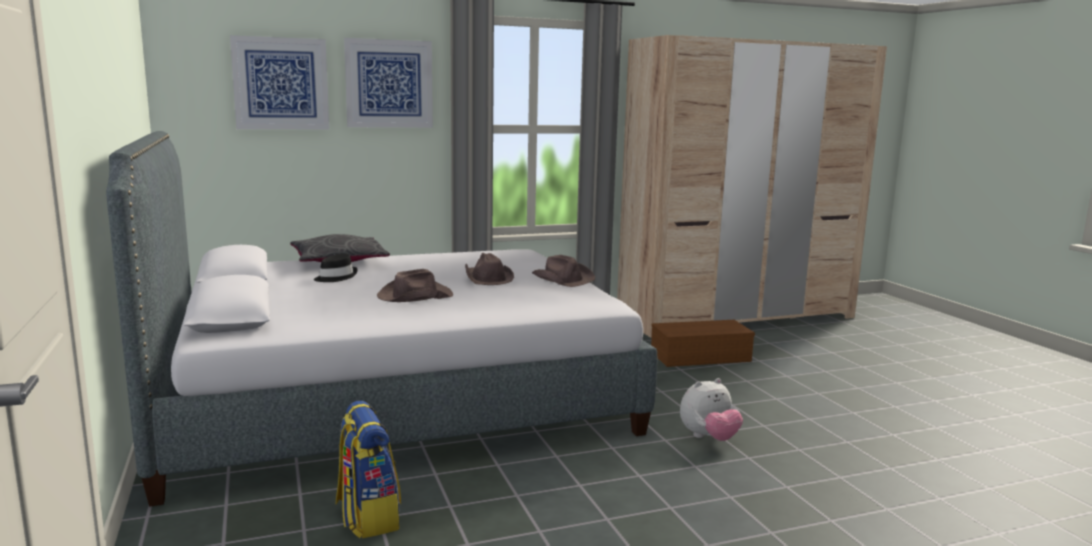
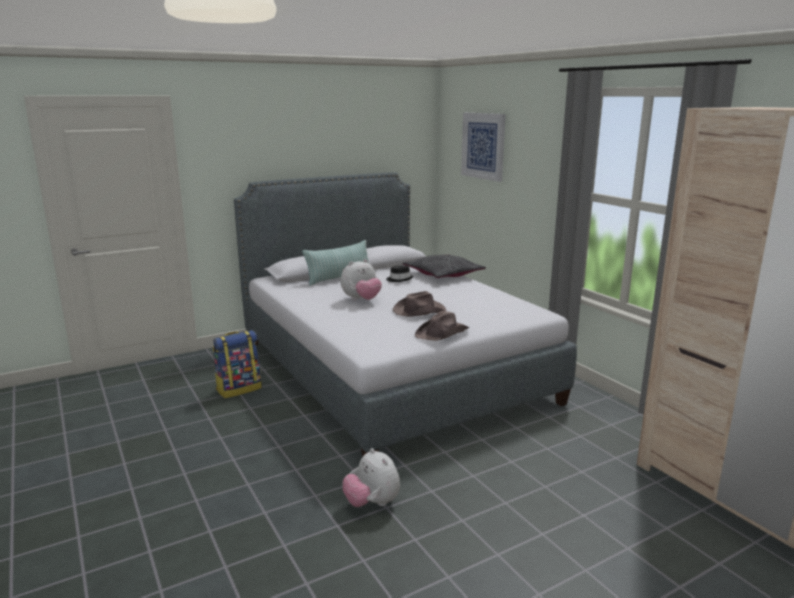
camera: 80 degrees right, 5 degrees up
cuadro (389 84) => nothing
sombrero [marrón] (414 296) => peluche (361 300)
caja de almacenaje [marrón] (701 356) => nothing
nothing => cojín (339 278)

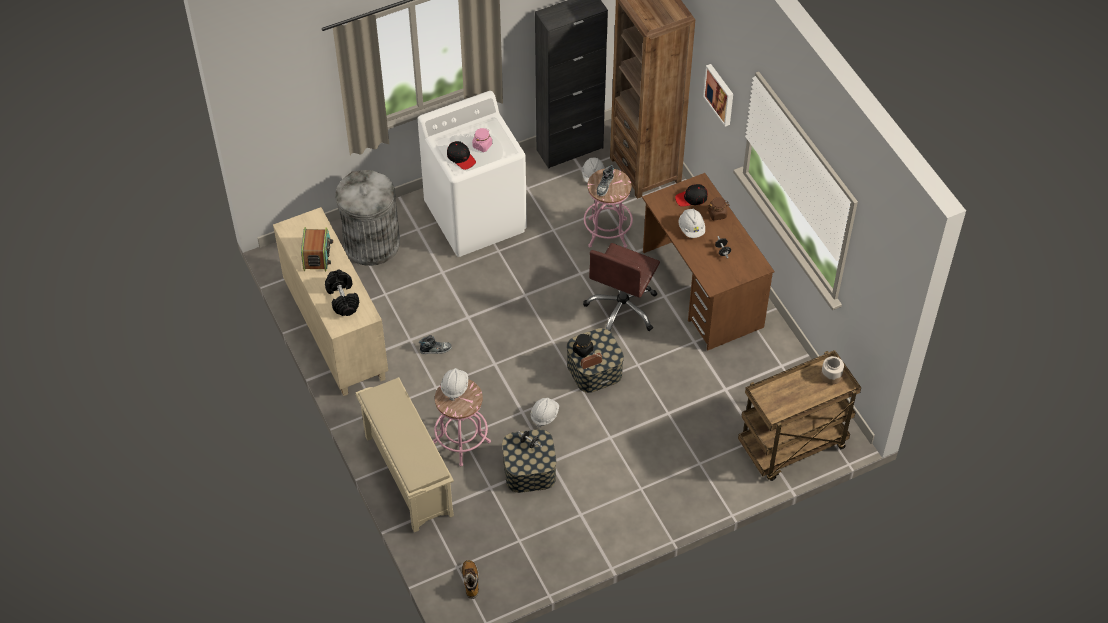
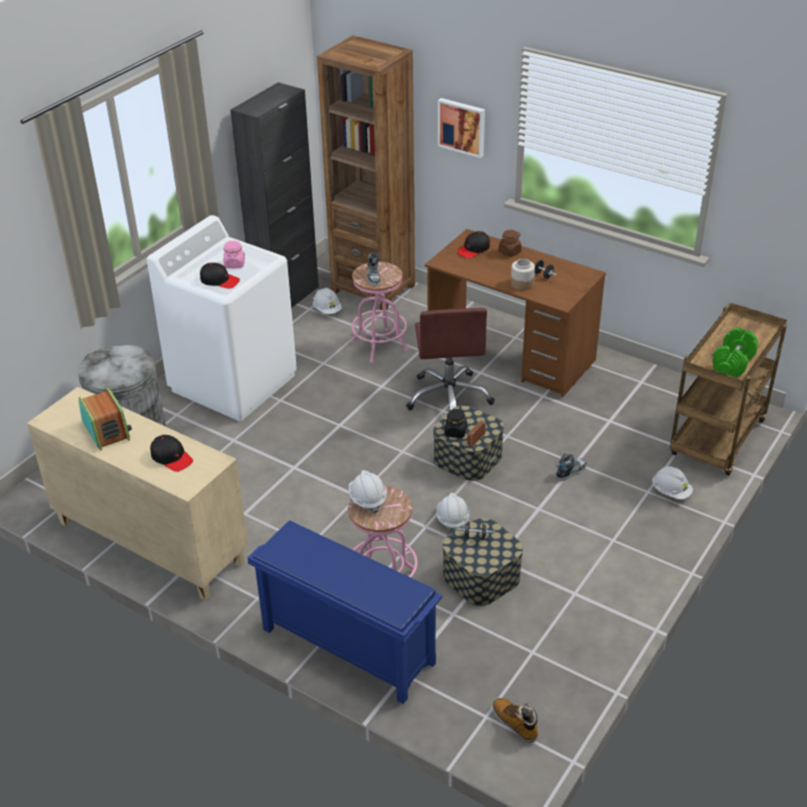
camera: 30 degrees left, 15 degrees down
casco [blanco] (691 228) => casco [blanco] (671 492), moved
mancuerna [negro] (343 299) => gorra [negro] (171 458)
zapato (435 349) => zapato (571 471), moved
tarro (831 375) => tarro (521 284), moved
zapatero [beis] (407 475) => zapatero [azul] (346 646)
nothing => mancuerna [verde] (733 362)

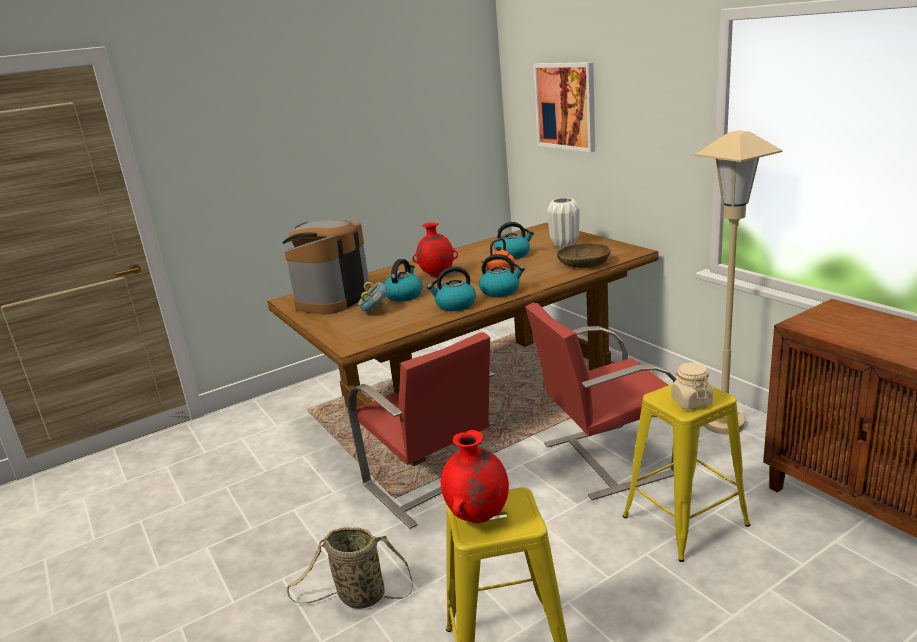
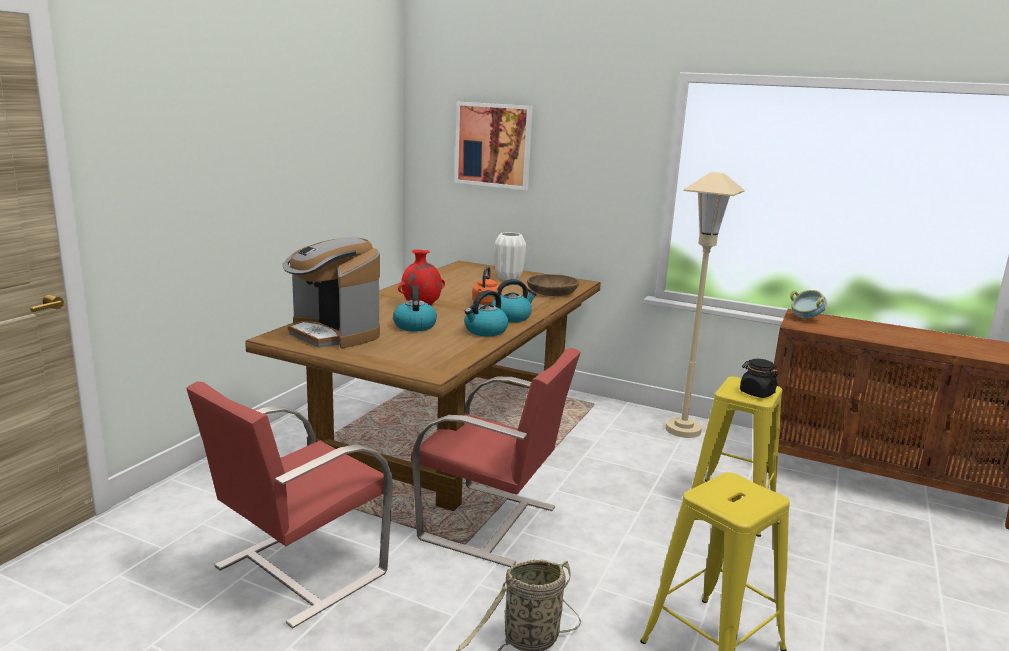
camera: 35 degrees left, 5 degrees down
cafetera (332 299) => cafetera (334 334), 45 degrees counterclockwise
hervidor (513 254) => nothing
cuenco (374 311) => cuenco (805 319), moved
silla [rojo] (604 459) => silla [rojo] (297 571), moved
tarro [beis] (691 402) => tarro [negro] (756 393)
florero [rojo] (478 517) => nothing

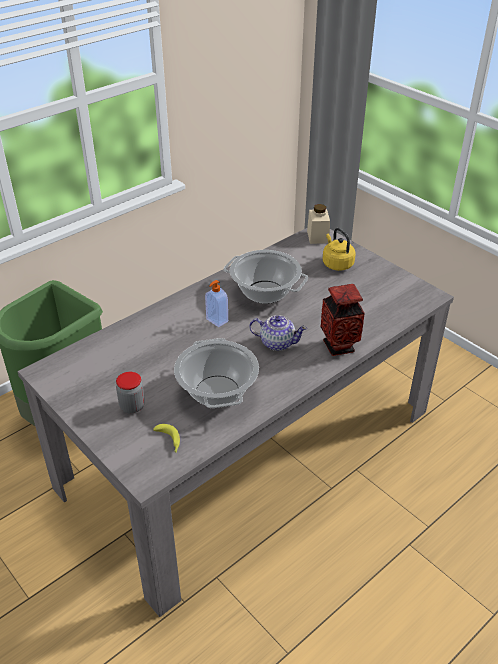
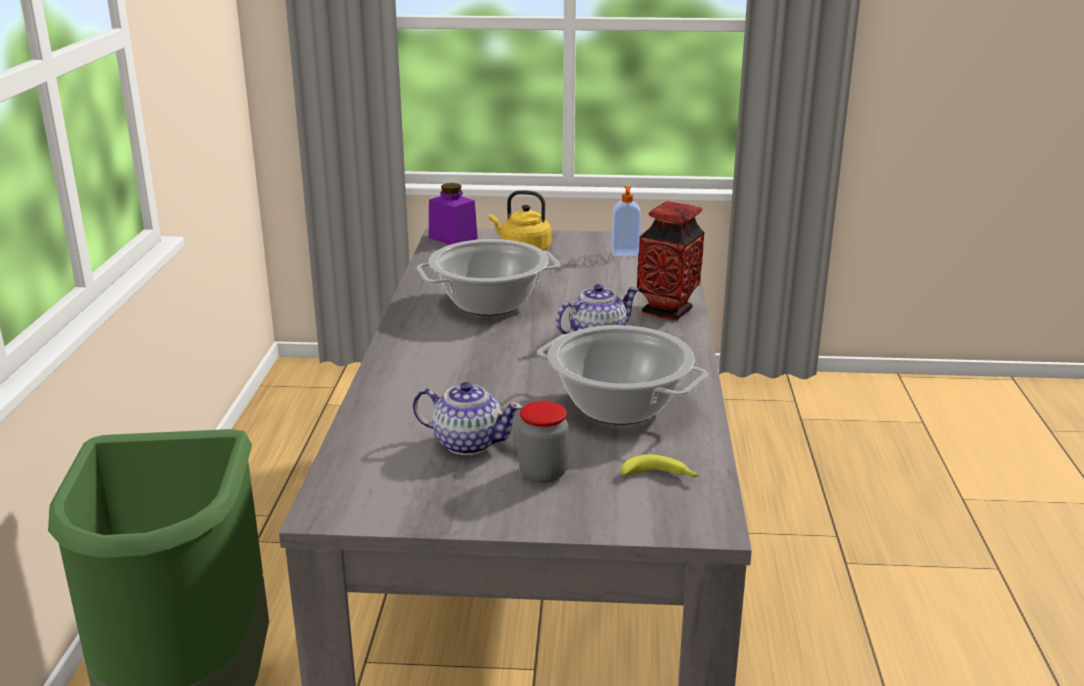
camera: 45 degrees left, 15 degrees down
tarro [beis] (318 236) => tarro [morado] (453 238)
dispensador de jabón (216 321) => dispensador de jabón (625 253), moved
nothing => tetera (467 443)

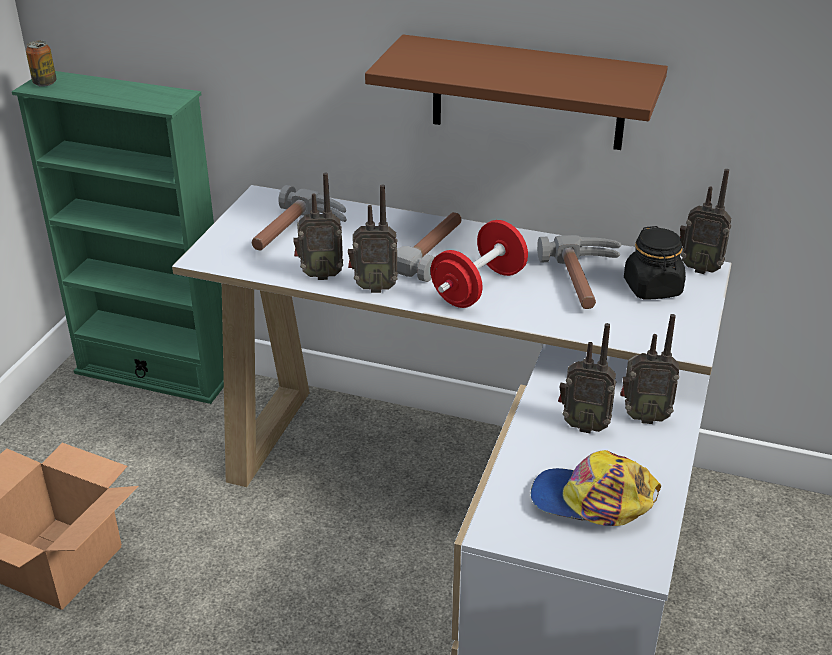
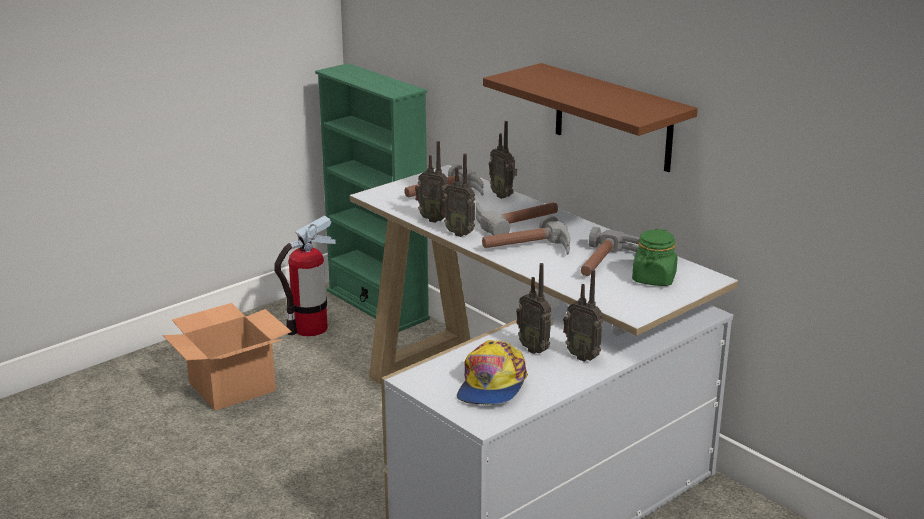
camera: 30 degrees right, 10 degrees down
lata (45 83) => nothing
radio (699 268) => radio (503 195), moved
mancuerna [rojo] (478 288) => martillo (529 249)
tarro [negro] (652 288) => tarro [verde] (654 279)
gorra (592 501) => gorra (491 385), 120 degrees counterclockwise
nothing => extintor (310 328)

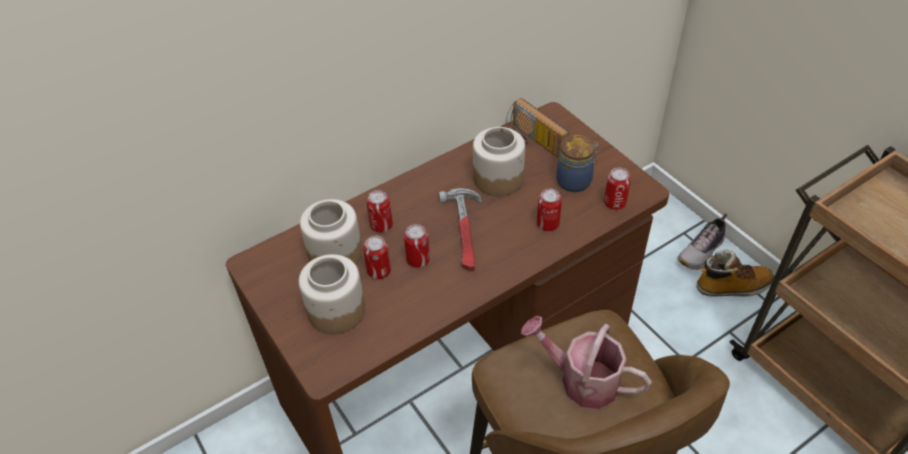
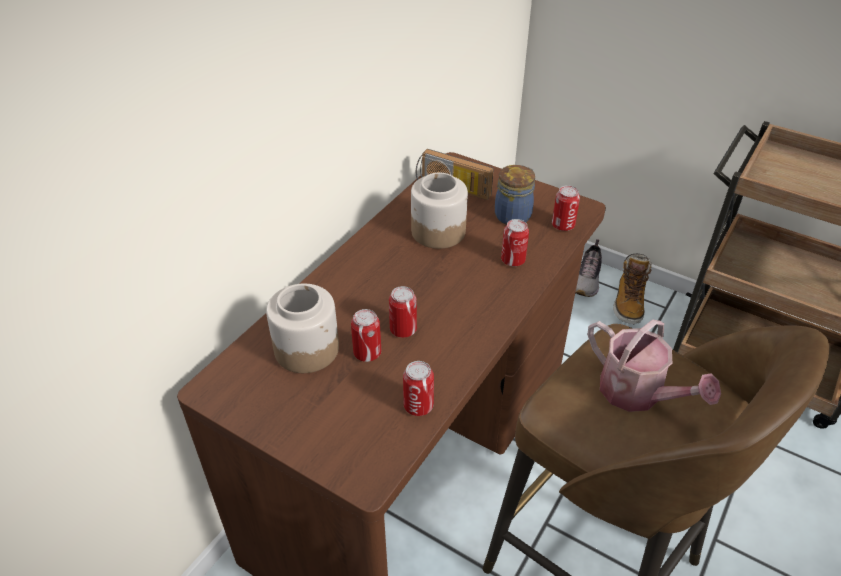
camera: 25 degrees left, 5 degrees down
martillo (465 232) => nothing
lata (381 225) => lata (418 406), moved
bota (732 286) => bota (628 302), 135 degrees clockwise
tarro (335 310) => nothing
regadera (581 380) => regadera (638 394), 135 degrees counterclockwise

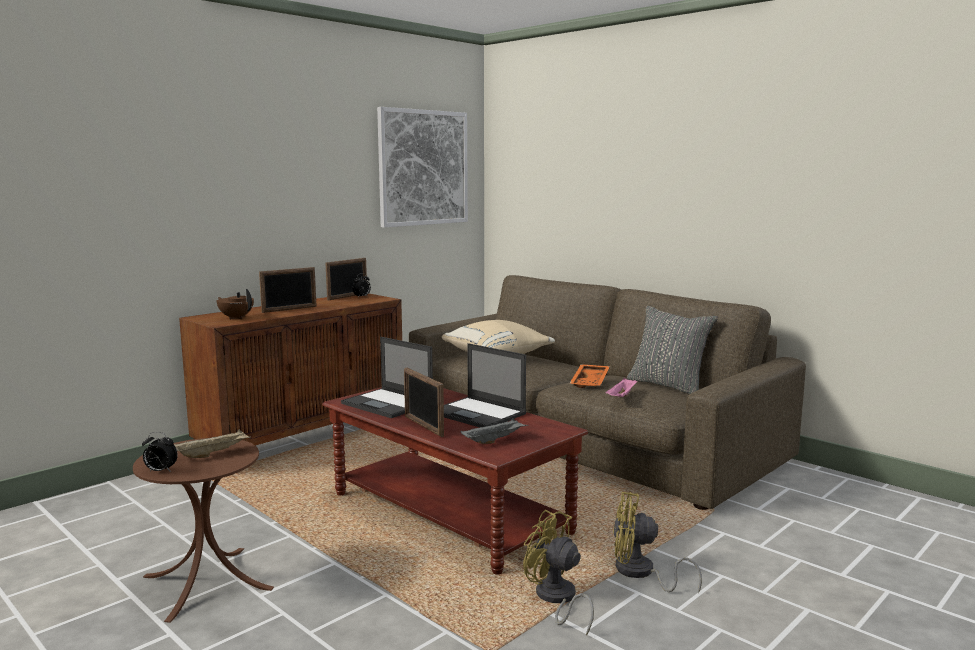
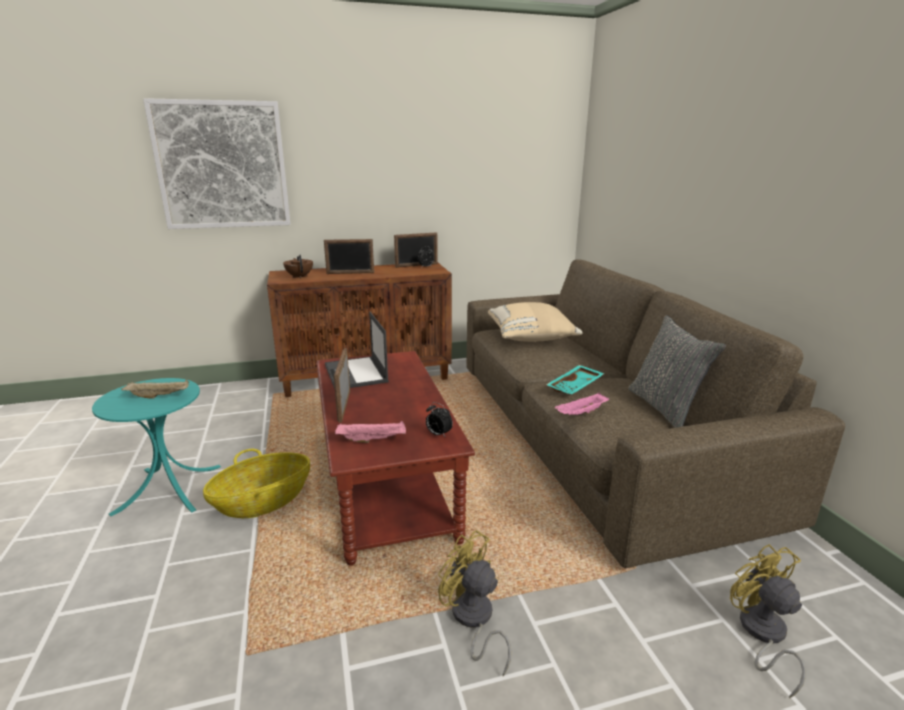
camera: 30 degrees right, 10 degrees up
cuadro (423 168) => cuadro (222 165), moved
portátil (479 413) => nothing
bandeja [naranja] (591 382) => bandeja [turquesa] (575 387)
bandeja [gris] (494 440) => bandeja [rosa] (373 440)
despertador (160 471) => despertador (438 434), moved
mesa auxiliar [marrón] (207 582) => mesa auxiliar [turquesa] (168 489)
ventilador [amarillo] (556 600) => ventilador [amarillo] (761 634), moved
nothing => cesta (263 501)

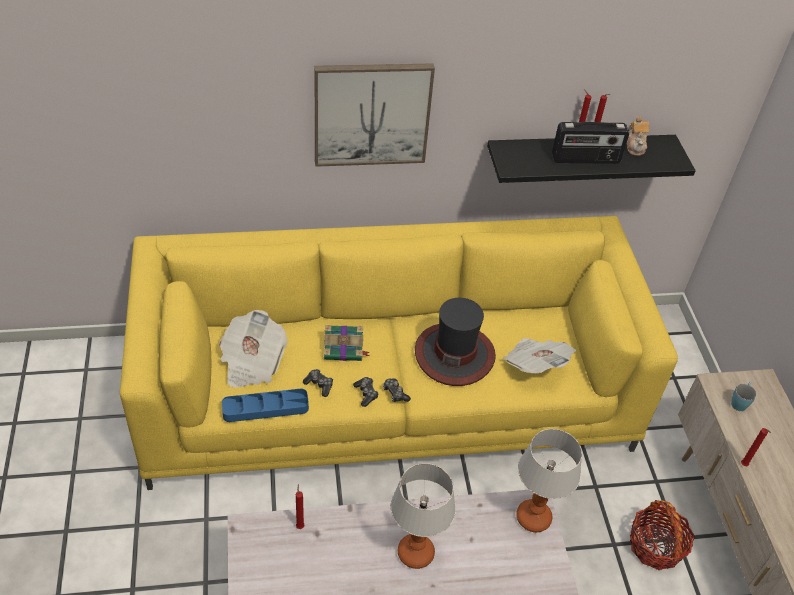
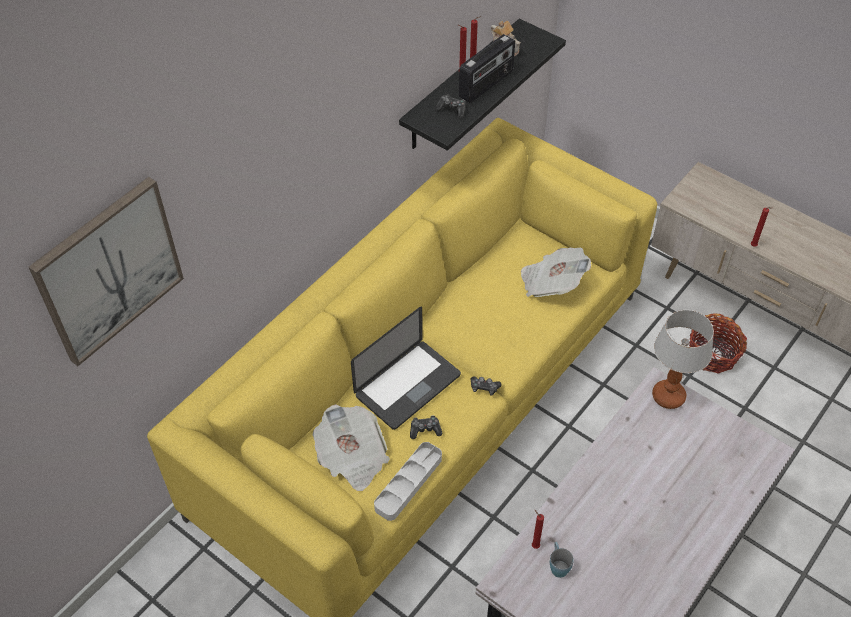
camera: 40 degrees left, 5 degrees up
cuadro (371 114) => cuadro (108 270), moved
sombrero (454 354) => nothing
libro (344 349) => portátil (407 385)
mando de consola (366 394) => mando de consola (451 110), moved
taza grande [azul] (739 402) => taza grande [azul] (558 565), moved
bandeja [azul] (265 408) => bandeja [gris] (408 483)
lámpara de mesa (415 552) => nothing

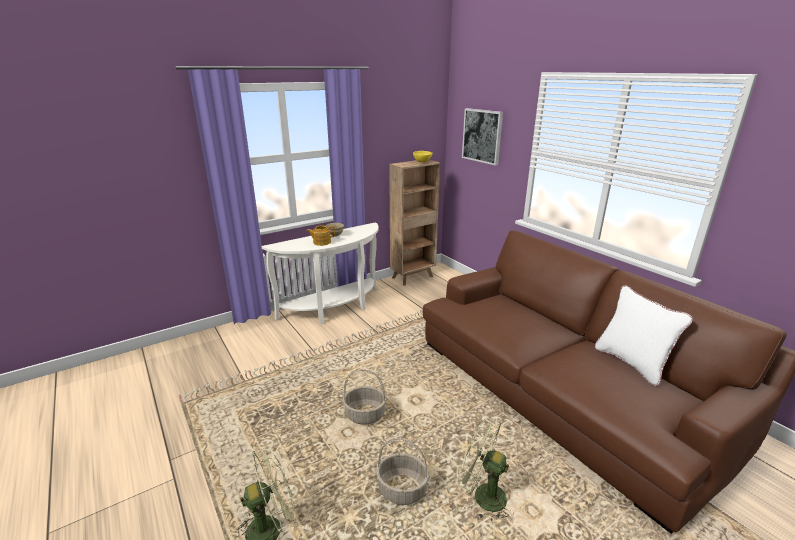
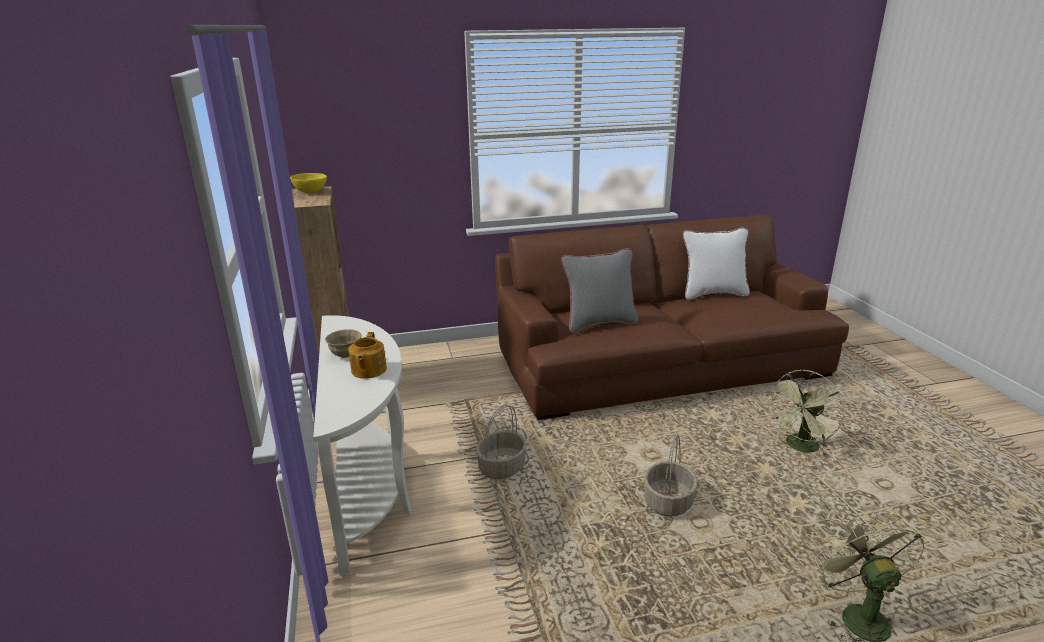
camera: 70 degrees left, 0 degrees up
cuadro (482 136) => nothing
cesta (402 489) => cesta (501 467), moved
nothing => cojín [gris] (599 323)

